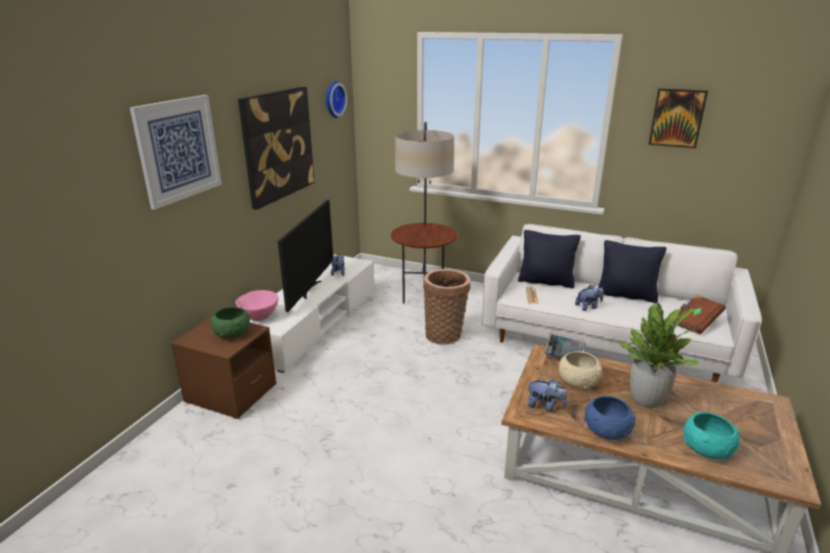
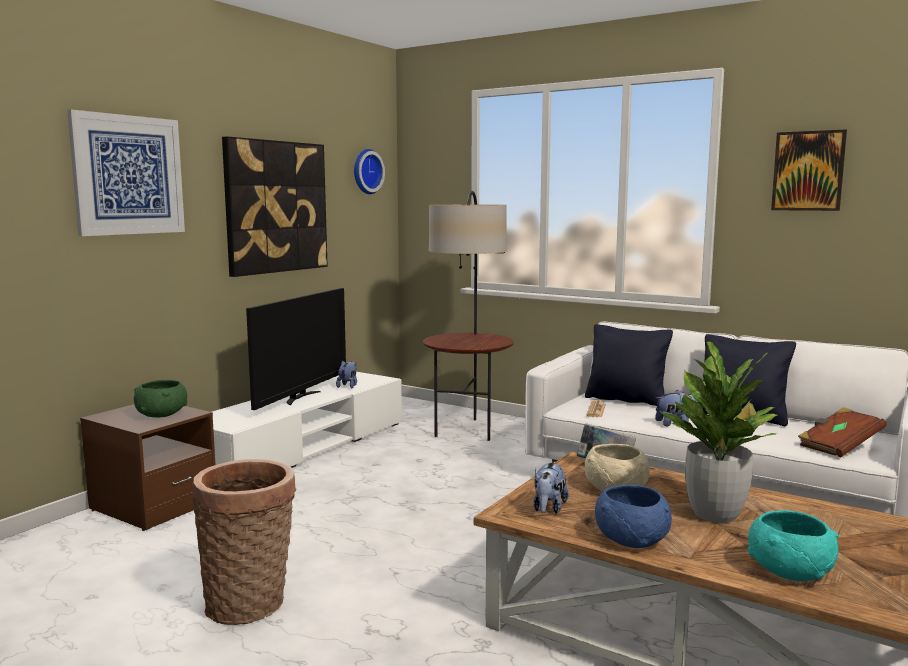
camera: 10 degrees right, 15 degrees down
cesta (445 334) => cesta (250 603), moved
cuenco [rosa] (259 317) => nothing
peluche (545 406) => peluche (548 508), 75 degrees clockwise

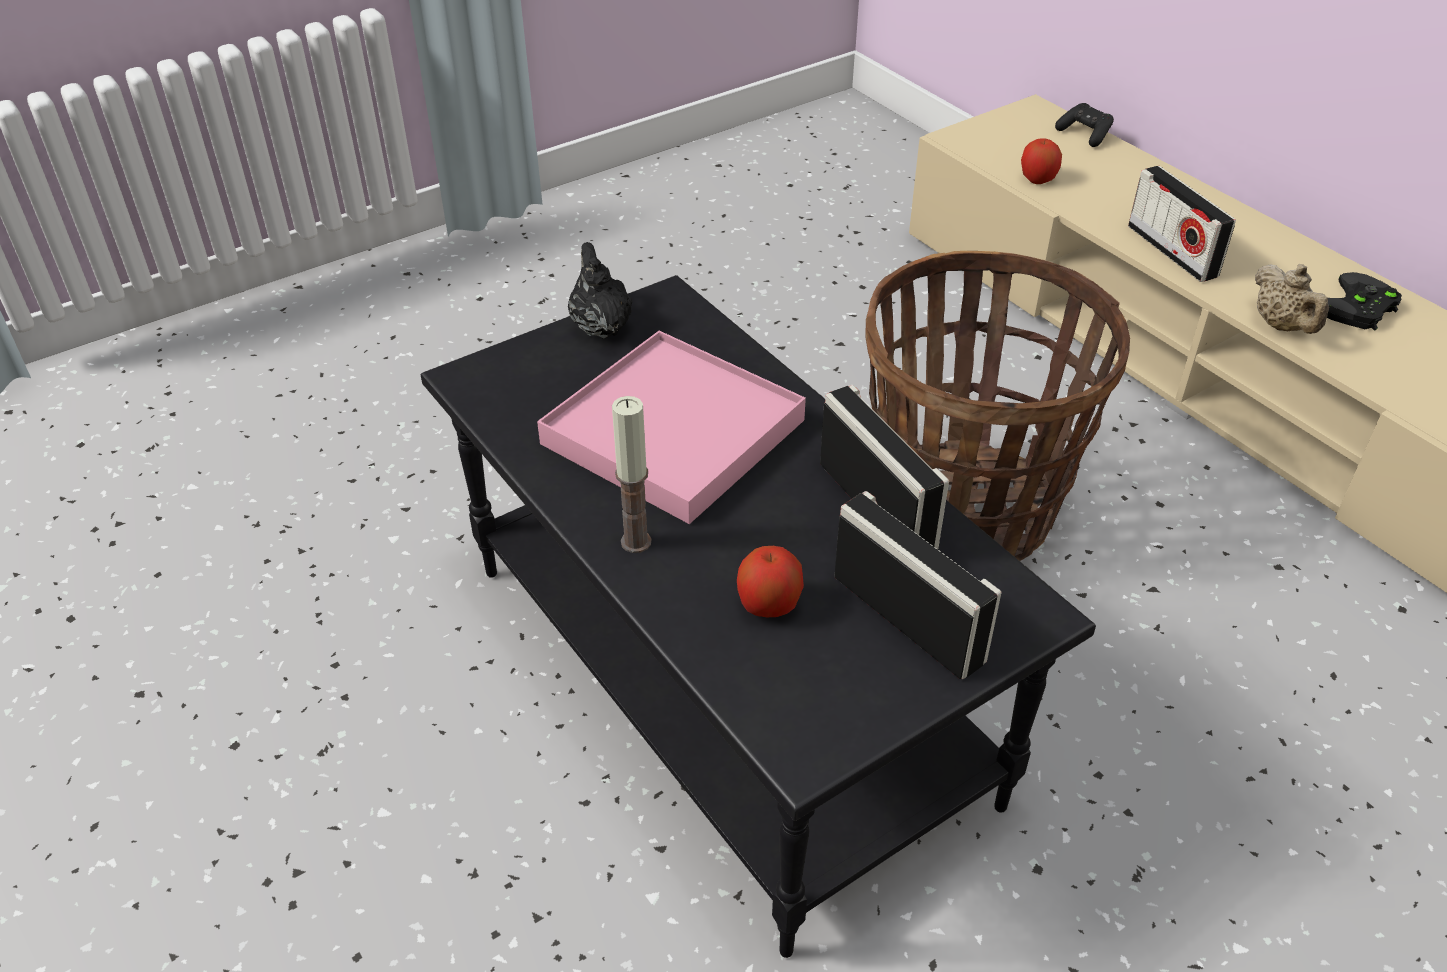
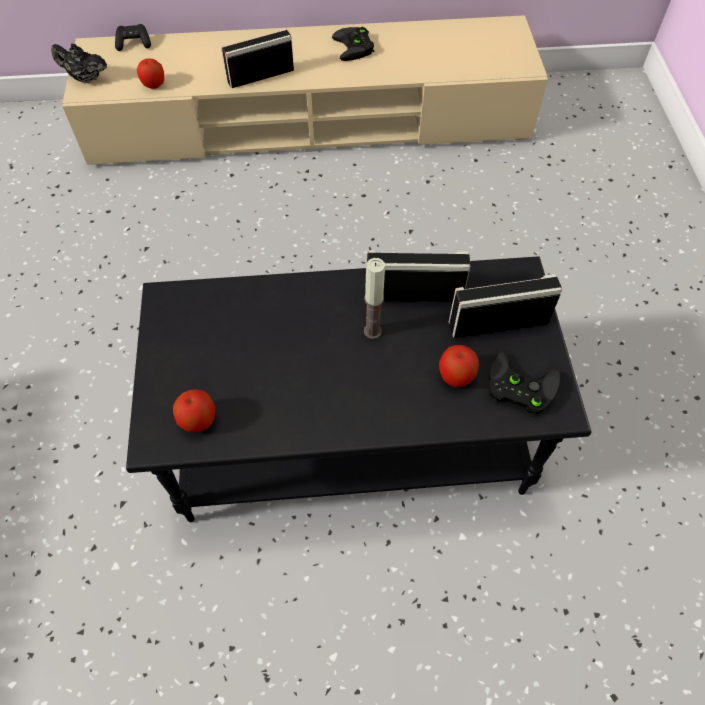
camera: 60 degrees left, 15 degrees up
radio (1172 251) => radio (260 76), 150 degrees clockwise
tetera [negro] (600 326) => tetera [negro] (85 78), moved
cesta (965 511) => nothing
tetera [beis] (1281 326) => nothing
bandeja [rosa] (672 432) => nothing
vela (636 542) => vela (372 331), moved
nothing => mando de consola [negro] (517 388)
nothing => manzana (198 420)

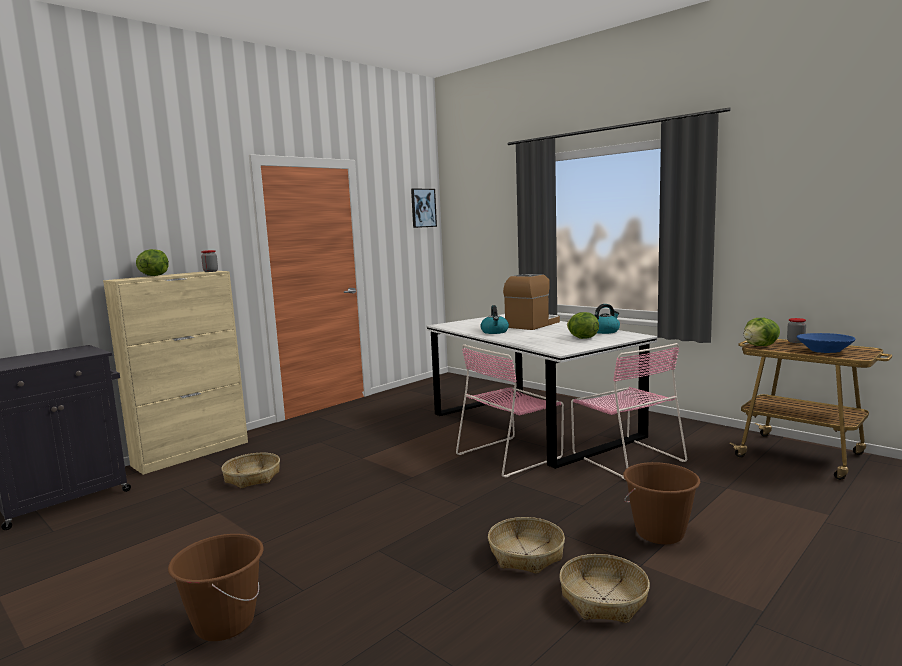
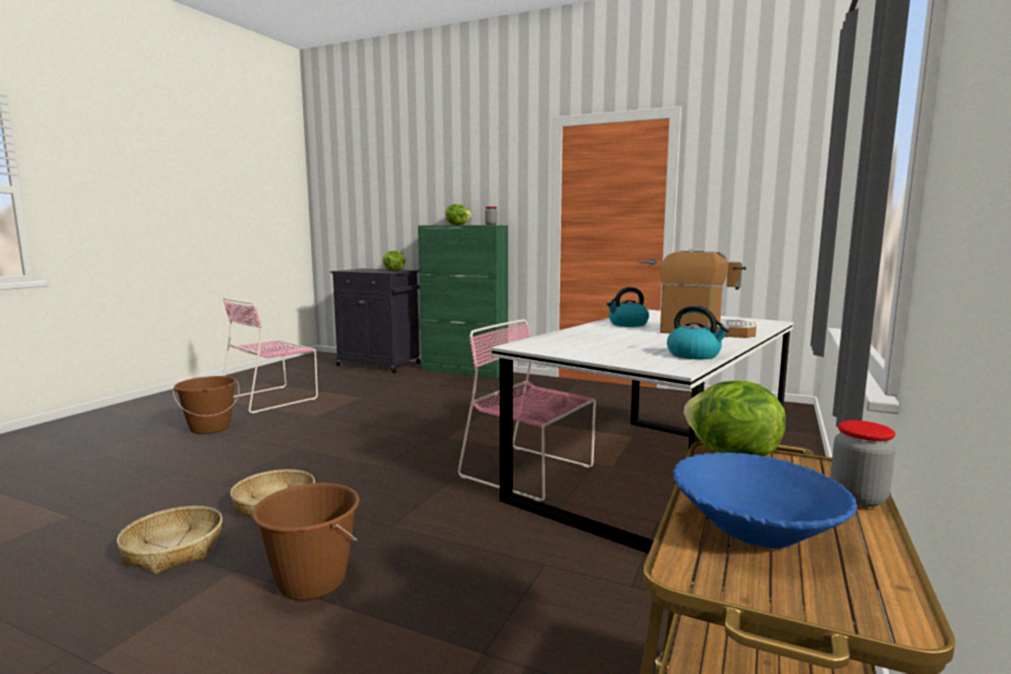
camera: 70 degrees right, 0 degrees up
cuadro (423 208) => nothing
armario [beis] (192 453) => armario [verde] (464 371)
lechuga (582 338) => lechuga (394 270), moved
silla [rosa] (625 457) => silla [rosa] (272 398), moved
cesta (252 477) => nothing

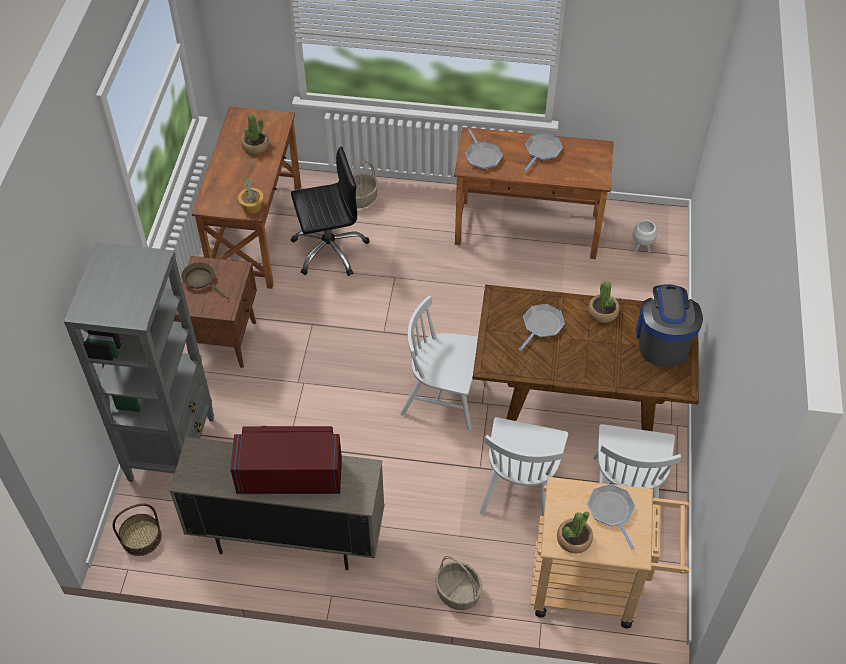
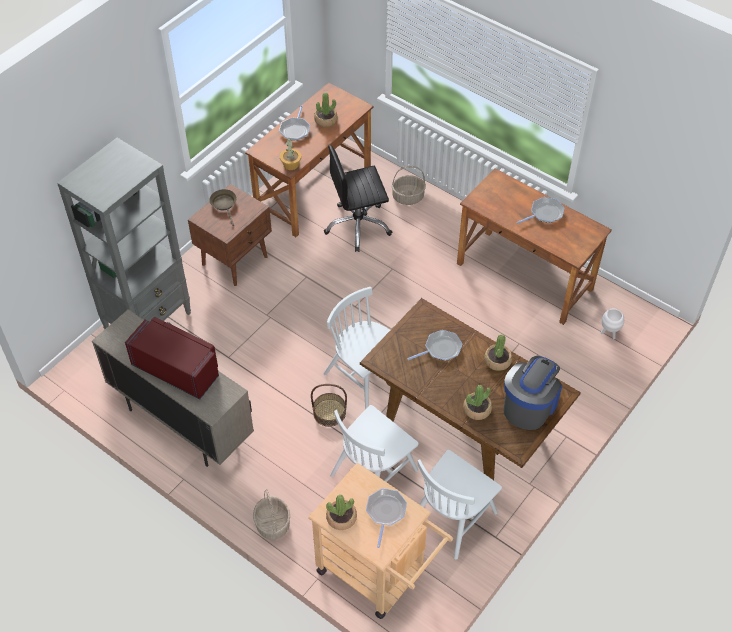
camera: 30 degrees right, 0 degrees up
sartén (482 156) => sartén (295 130), moved
silla de oficina [negro] (329 249) => silla de oficina [negro] (358 226), 150 degrees clockwise
cesta (141 538) => cesta (329 413), moved
nothing => planta en maceta (477 409)

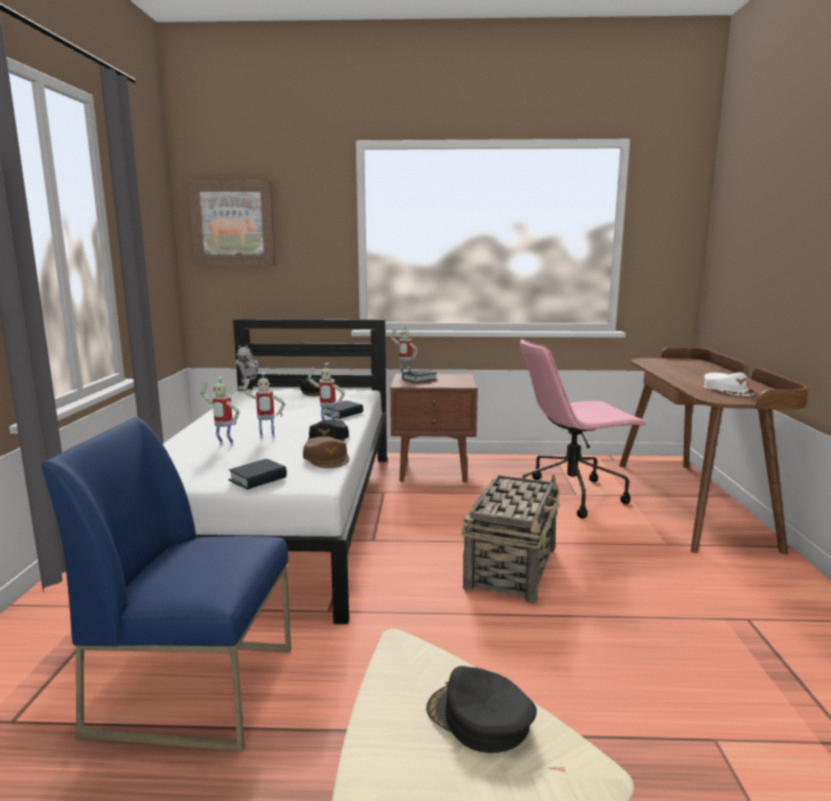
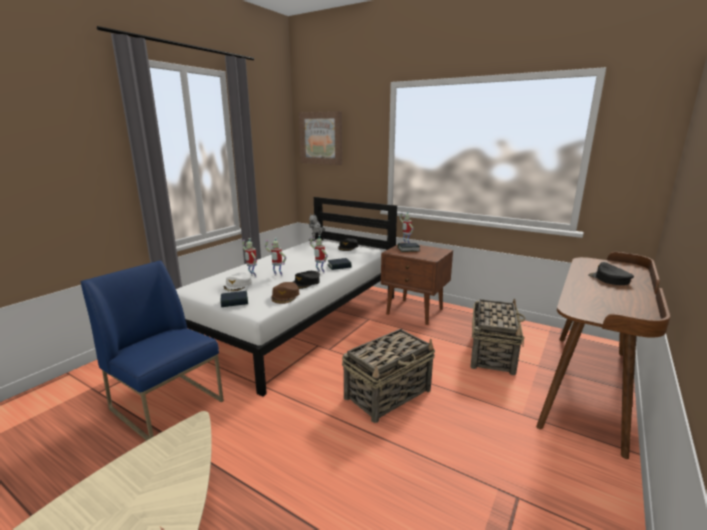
camera: 30 degrees right, 5 degrees up
silla de oficina [rosa] (572 495) => cesta (492 353)
gorra [blanco] (728 390) => gorra [blanco] (238 285), moved
gorra [negro] (479 718) => gorra [negro] (609 279), moved

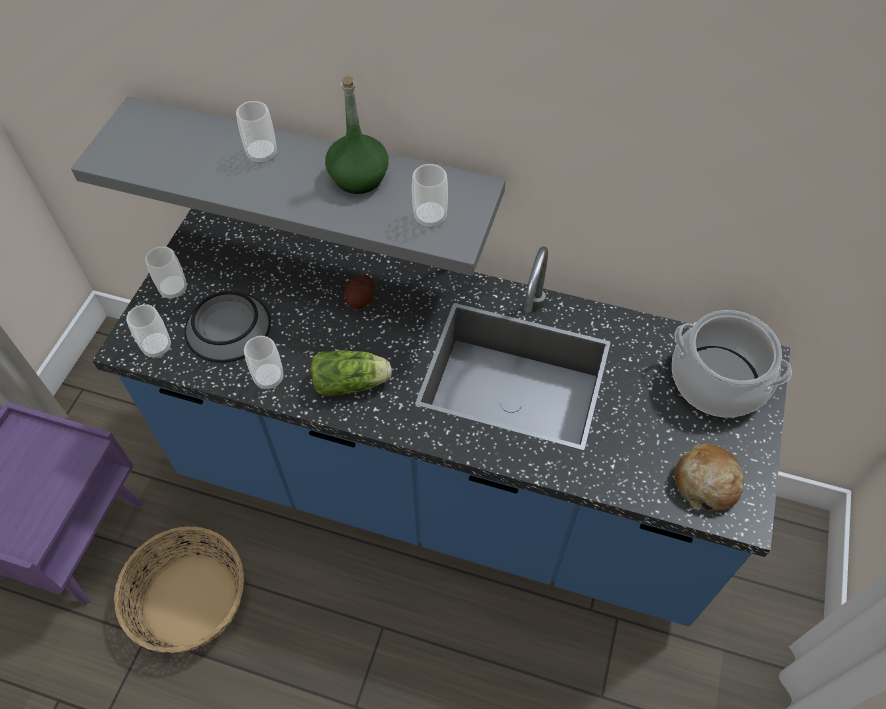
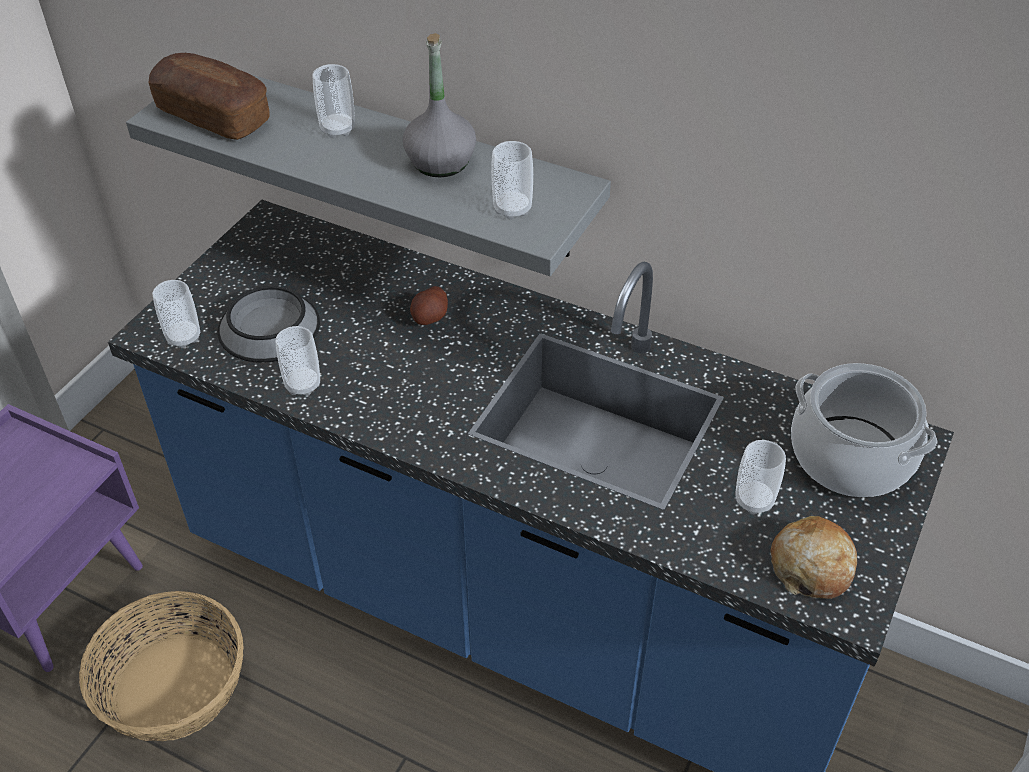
camera: 10 degrees right, 10 degrees down
botella [verde] (358 178) => botella [gris] (440 162)
taza (174 289) => taza (754 500), moved
lechuga (353 383) => nothing
nothing => pan (213 116)

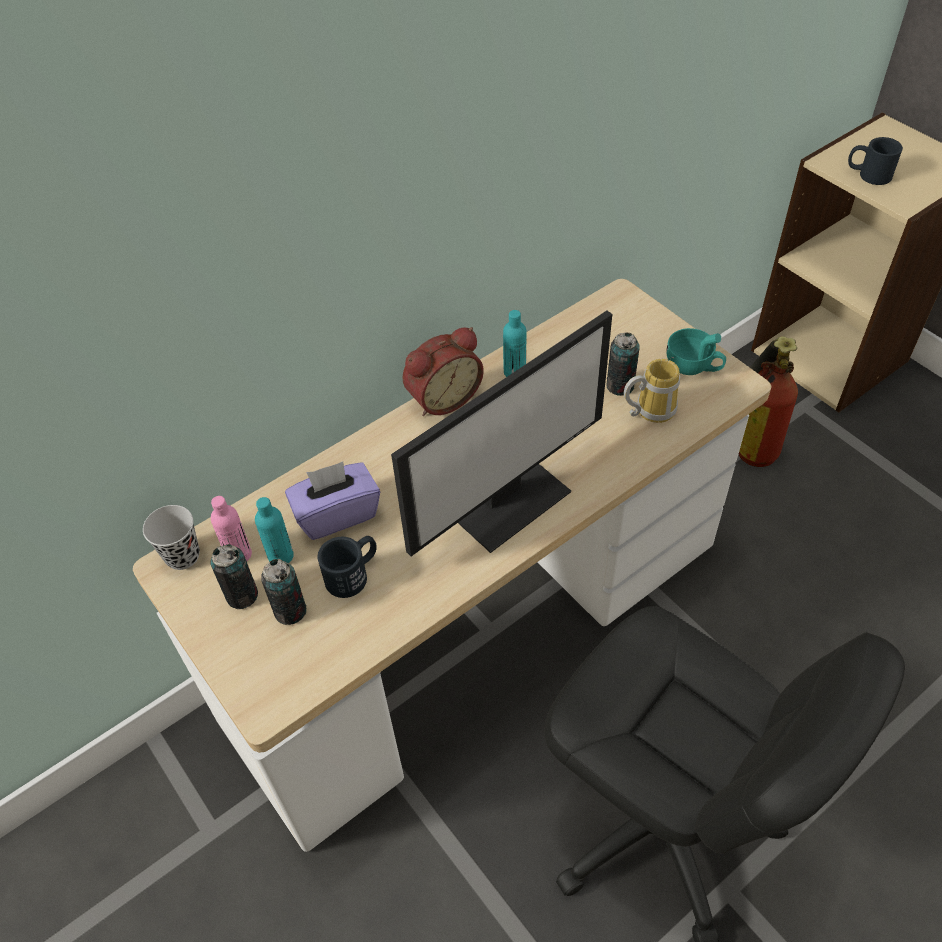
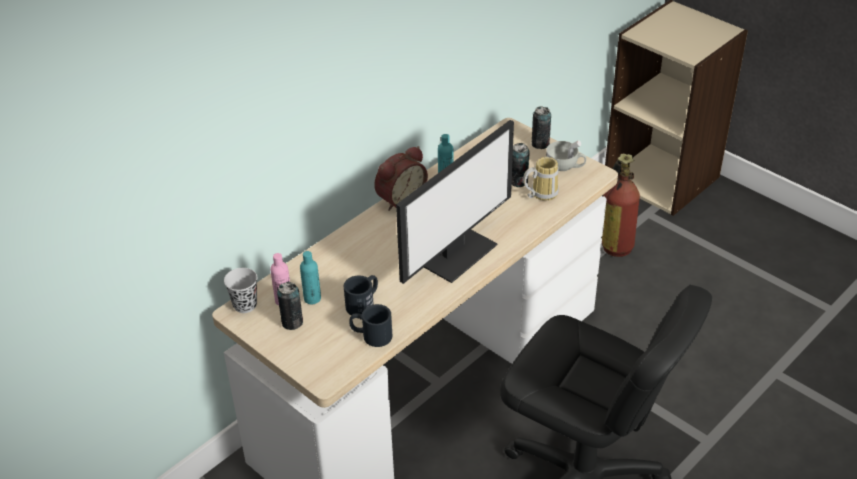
camera: 10 degrees left, 10 degrees down
taza grande [negro] (868 174) => taza grande [negro] (371 335), moved
taza [turquesa] (693 367) => taza [blanco] (565 166)
caja de pañuelos [morado] (337 514) => nothing
lata (290 611) => lata (540 144), moved

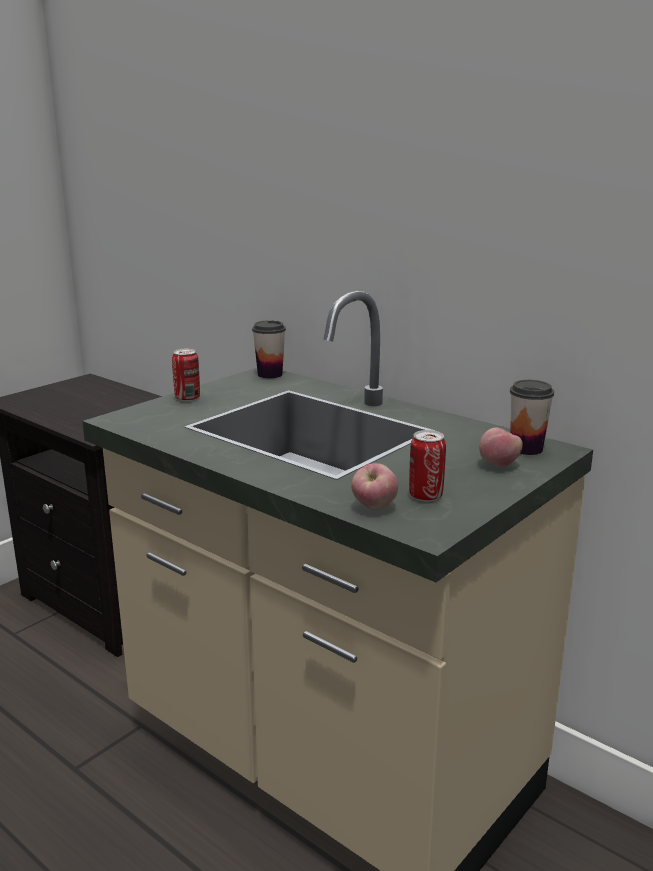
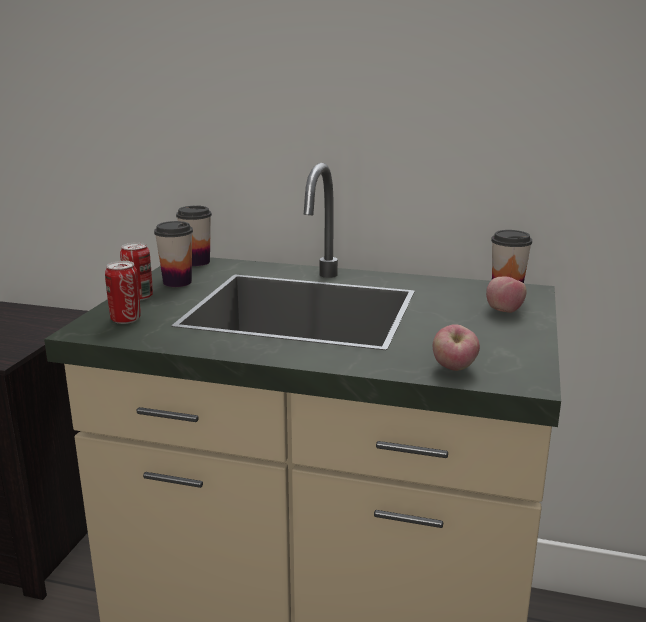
camera: 25 degrees left, 0 degrees up
lata (425 496) => lata (125 319), moved
nothing => taza (177 282)

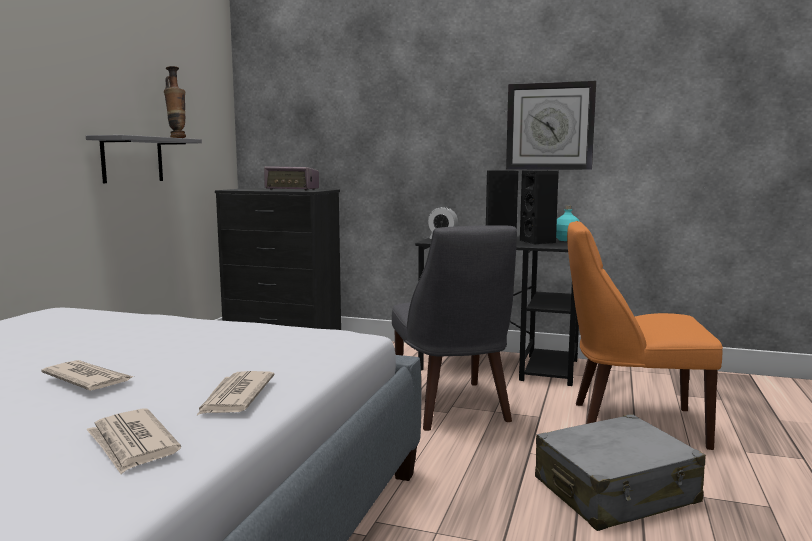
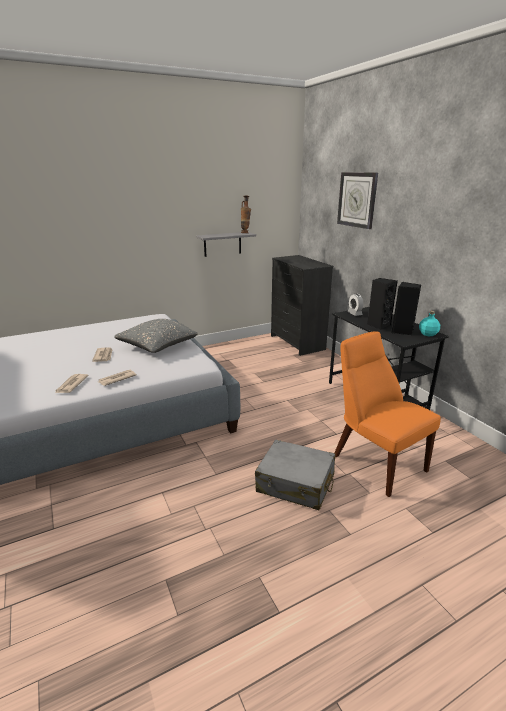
camera: 45 degrees right, 15 degrees up
reloj de pared (550 126) => reloj de pared (357 199), moved
radio (292 190) => nothing
silla [gris] (453 408) => nothing
nothing => cojín [gris] (157 346)

